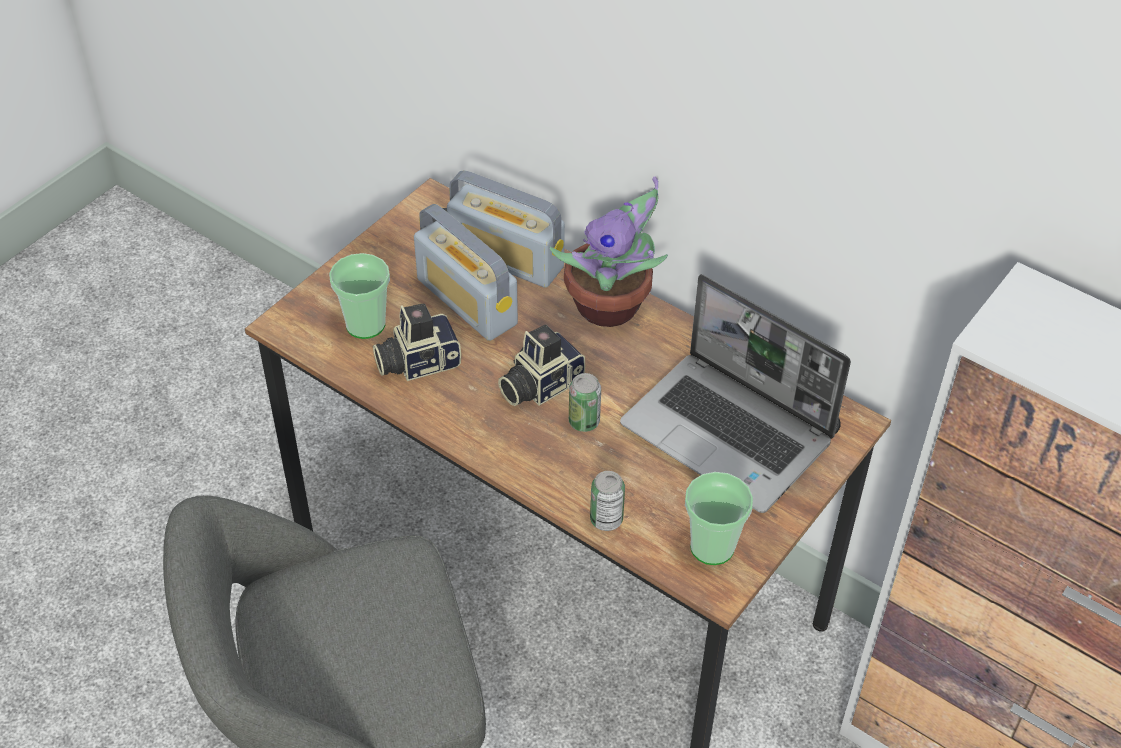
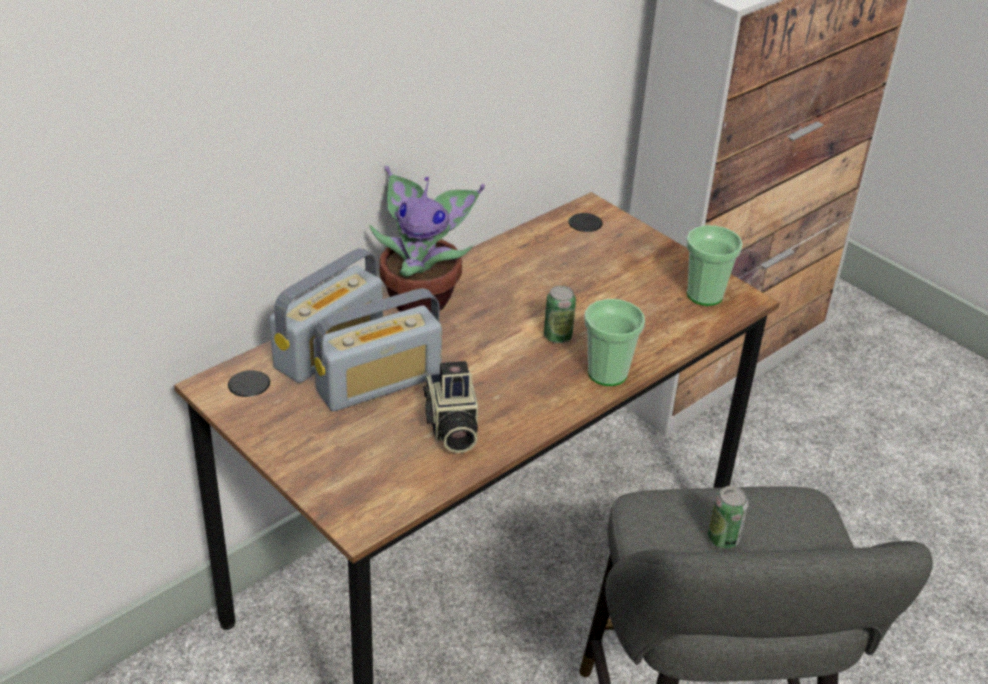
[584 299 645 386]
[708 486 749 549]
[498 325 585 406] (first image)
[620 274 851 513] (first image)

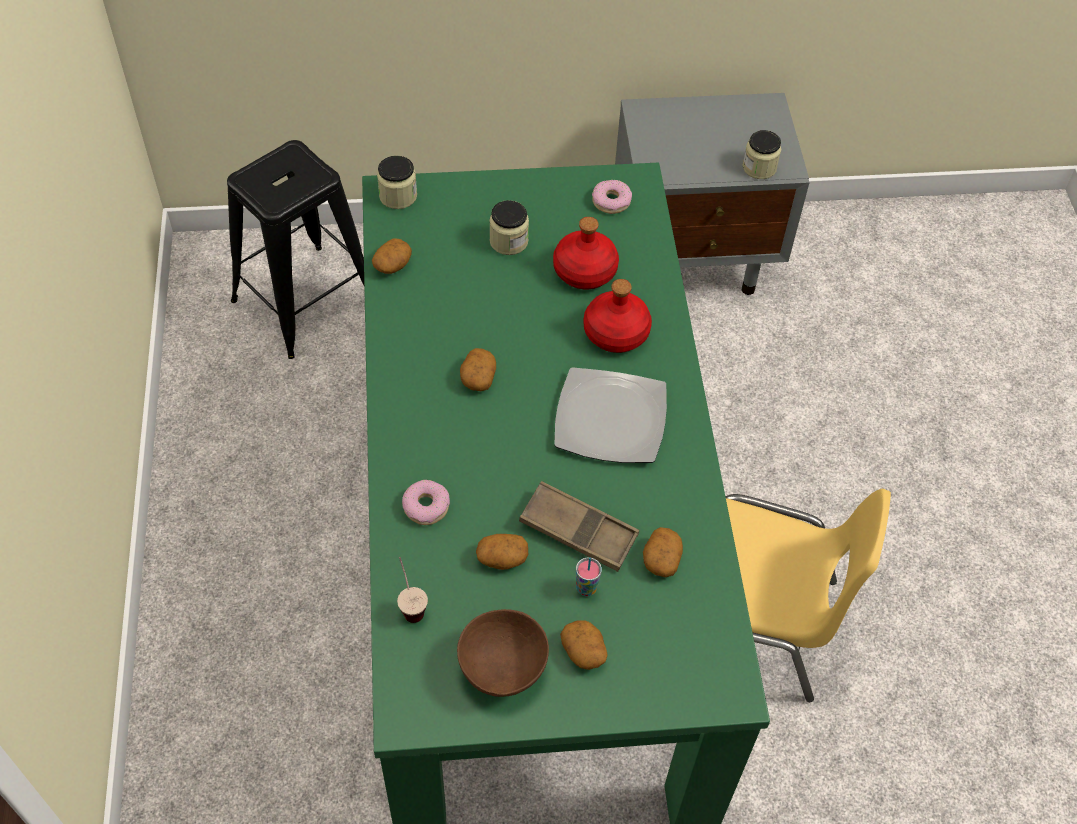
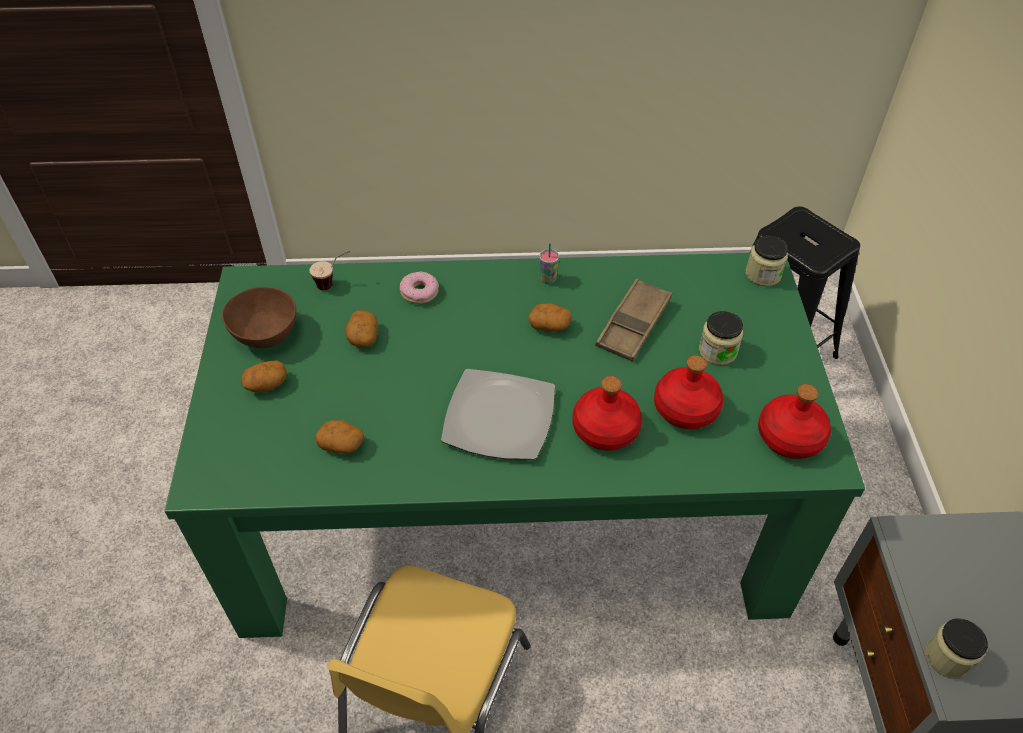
[539 243 559 284]
[595 278 672 361]
[758 384 831 459]
[372 238 412 274] (first image)

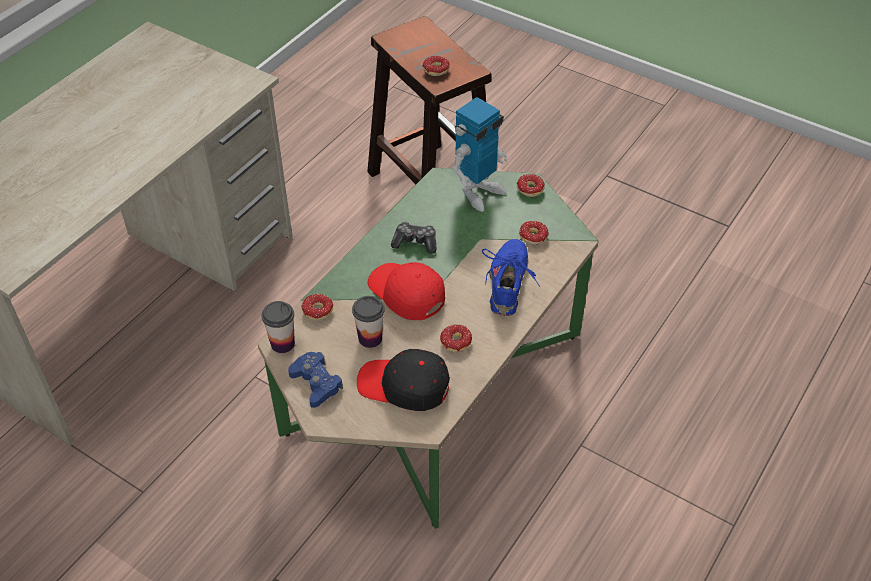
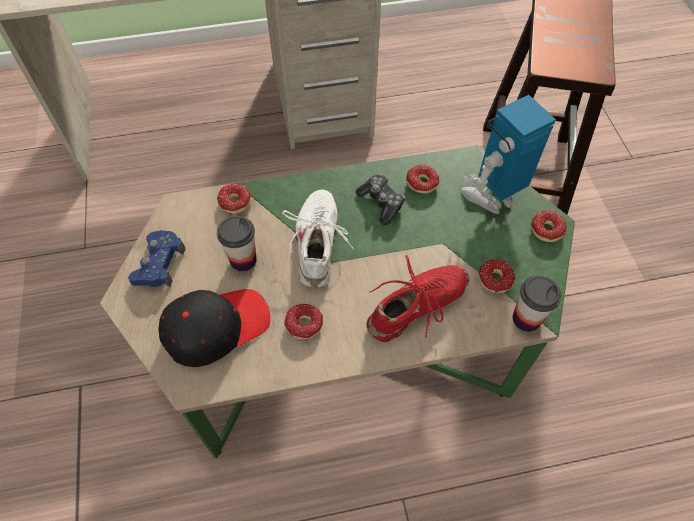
[158 289 270 367]
[282 189 354 288]
[366 255 470 342]
[406 165 440 194]
[460 95 556 214]
[513 276 561 332]

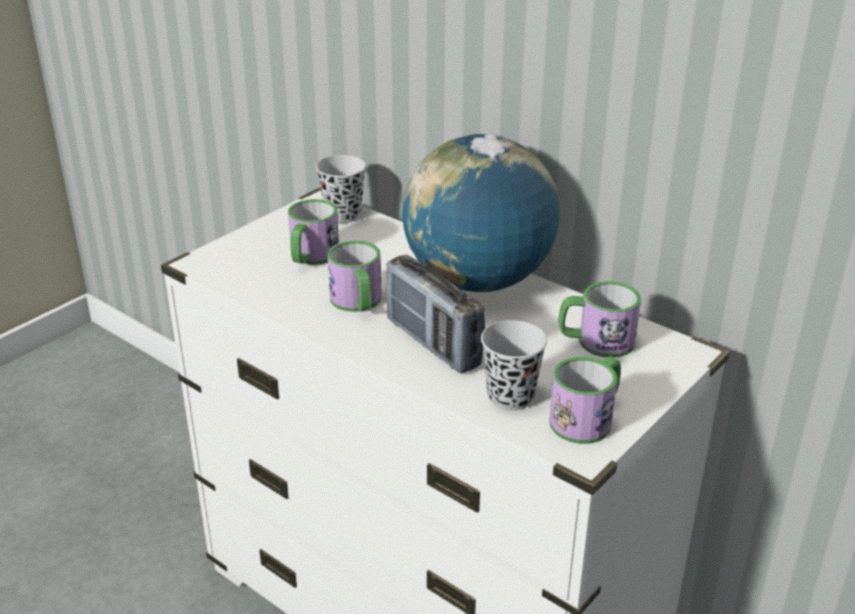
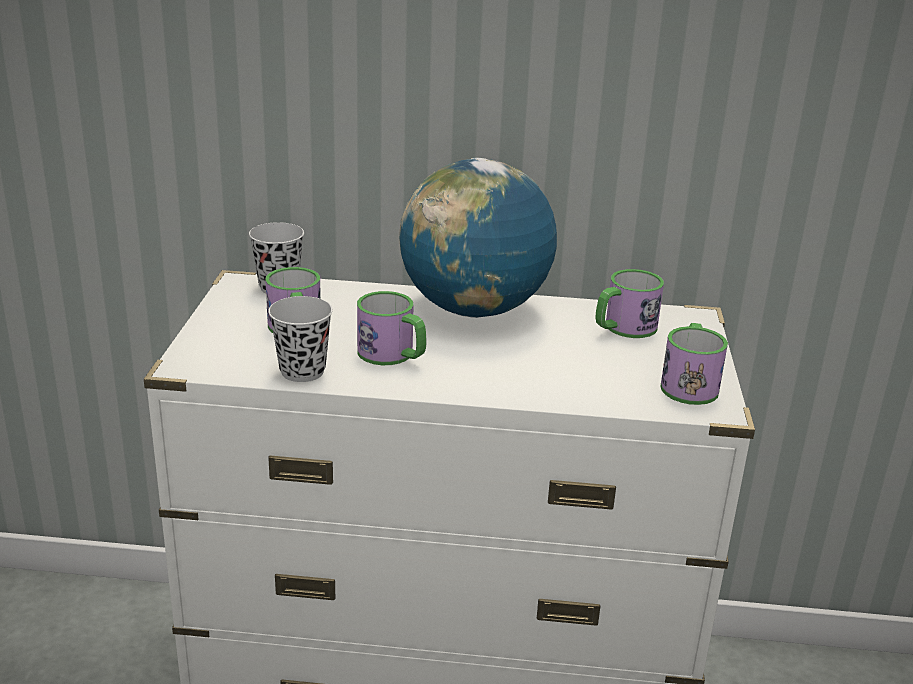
[268 296 333 382]
[386 255 485 373] (first image)

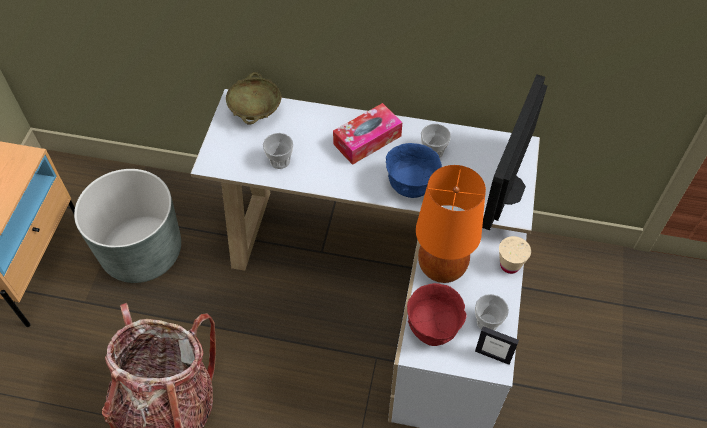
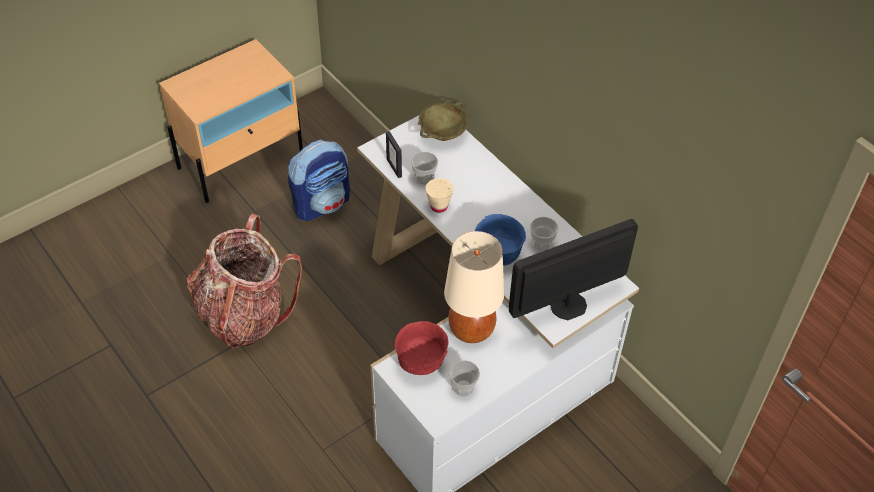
[288 140 350 221]
[386 131 402 178]
[425 178 453 213]
[444 231 504 343]
[333 103 402 165] (first image)

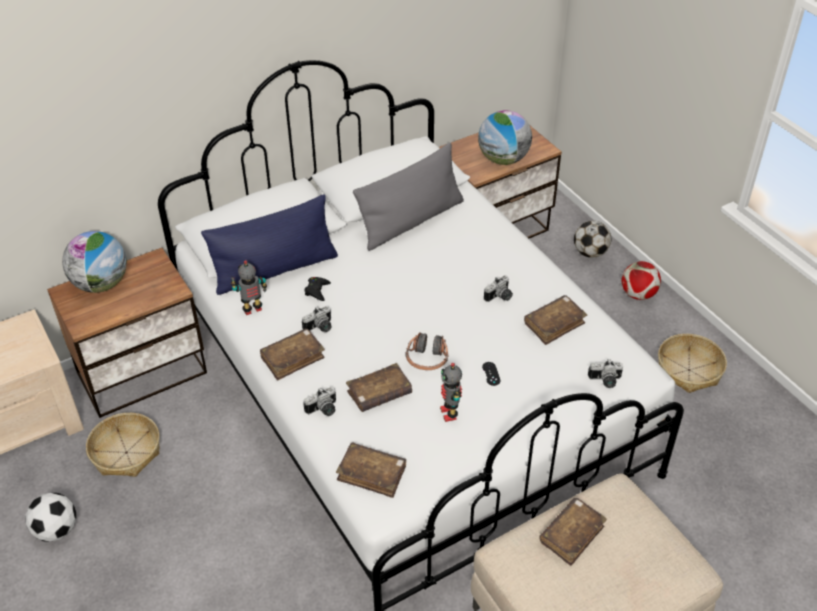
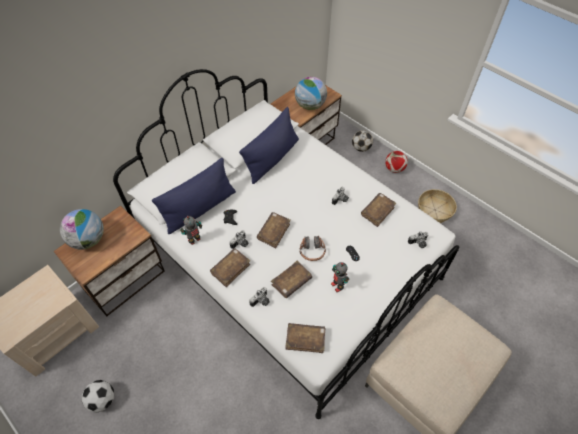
[239 107 299 184]
[257 212 291 248]
[86 413 160 477] (first image)

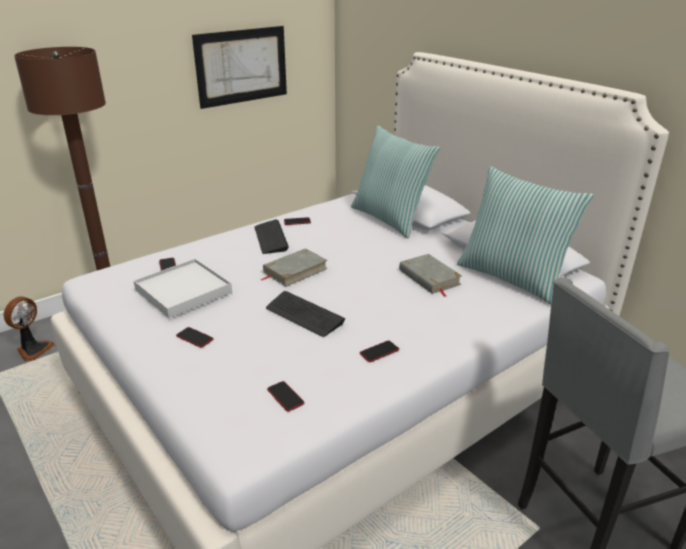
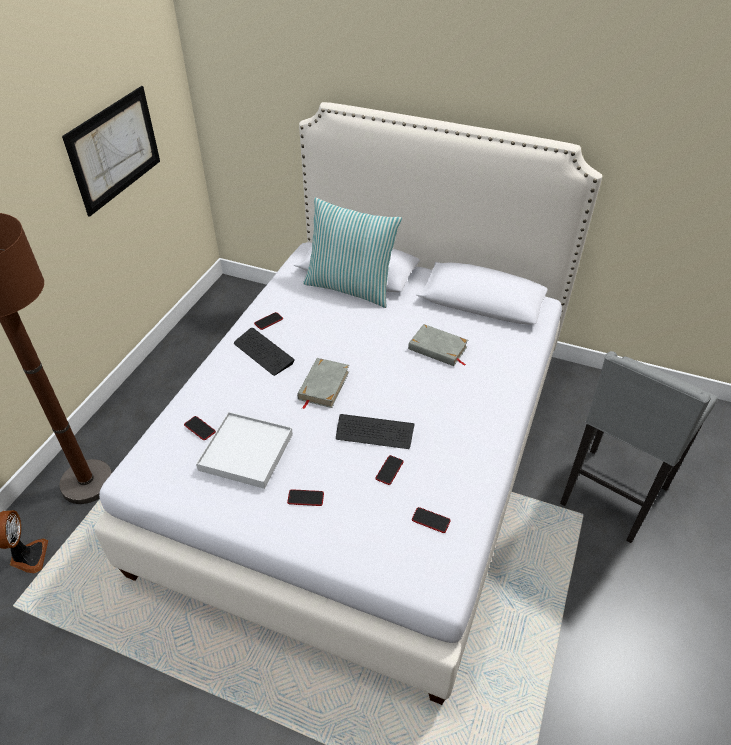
[375 455 404 485]
[457 166 594 304] (first image)

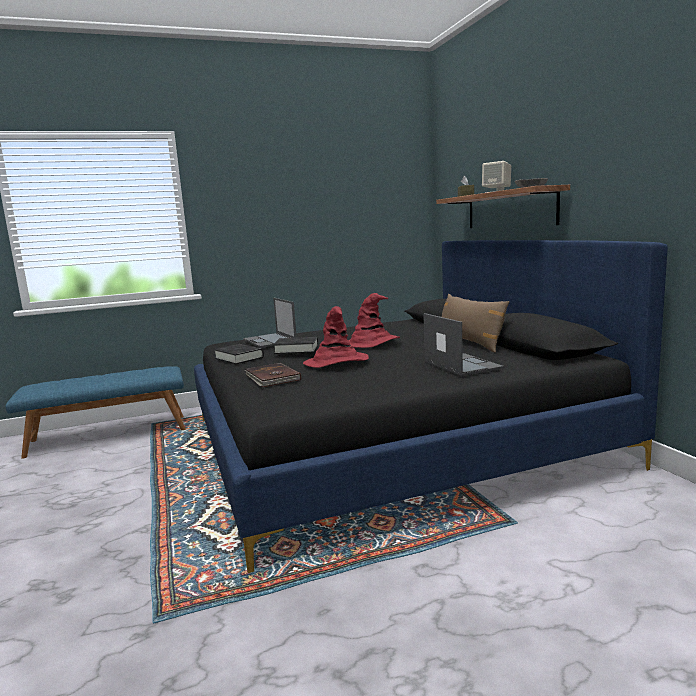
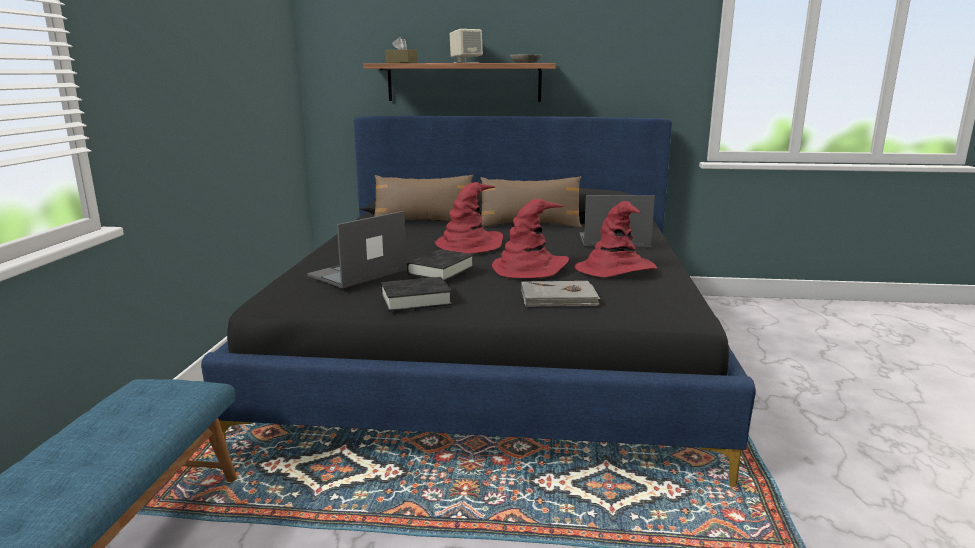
[307 211 407 288]
[374 175 473 221]
[521 281 600 307]
[574 201 657 277]

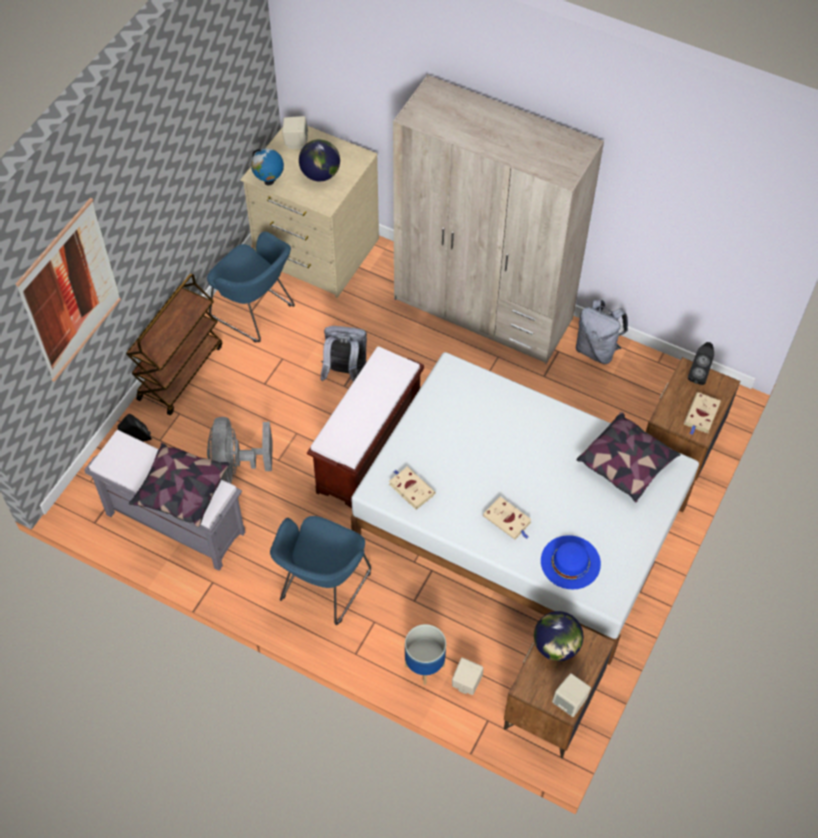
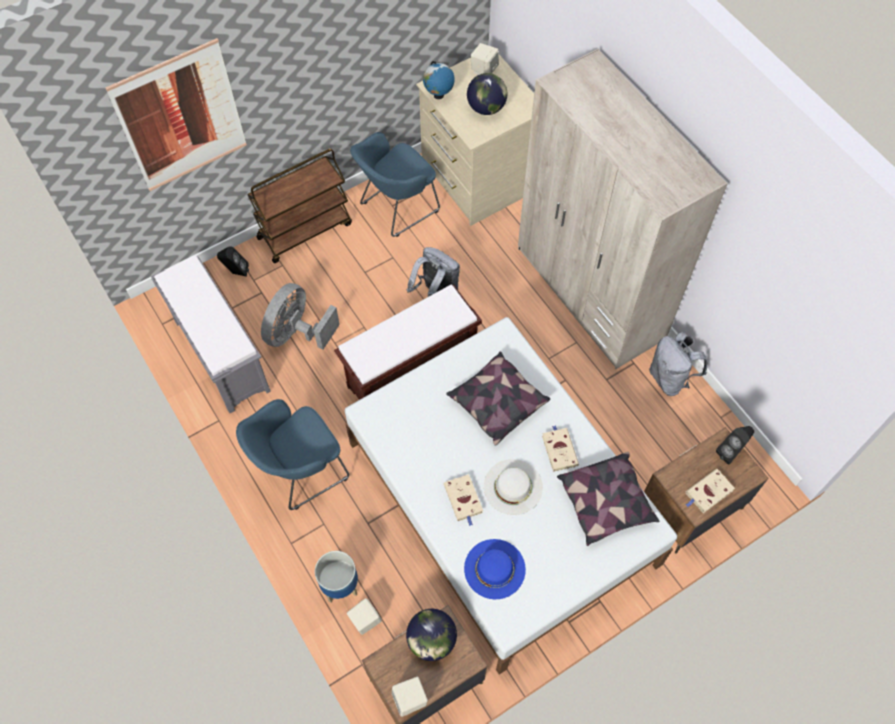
[350 132 440 237]
[446 351 550 445]
[484 459 543 515]
[542 425 579 472]

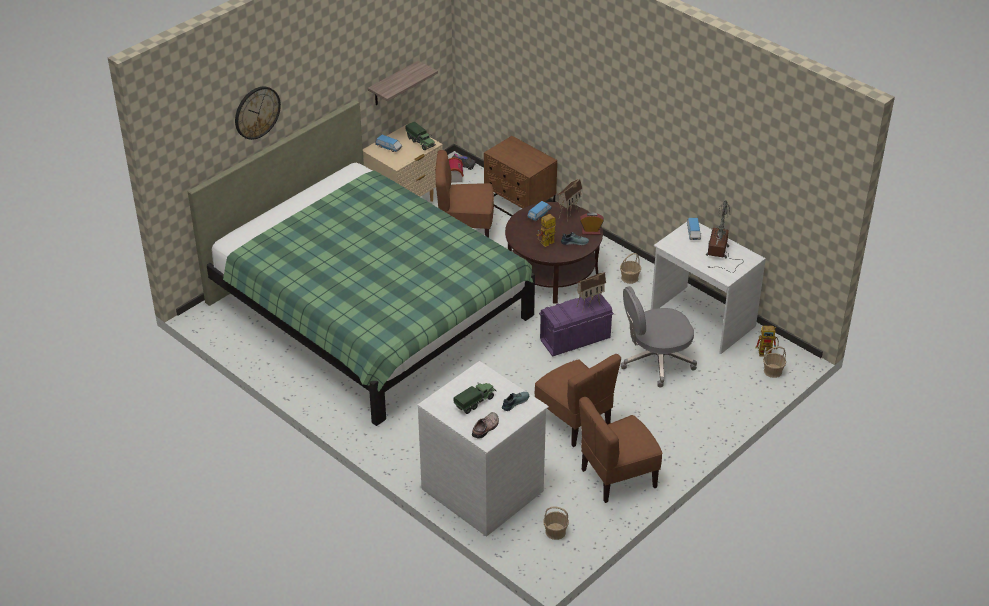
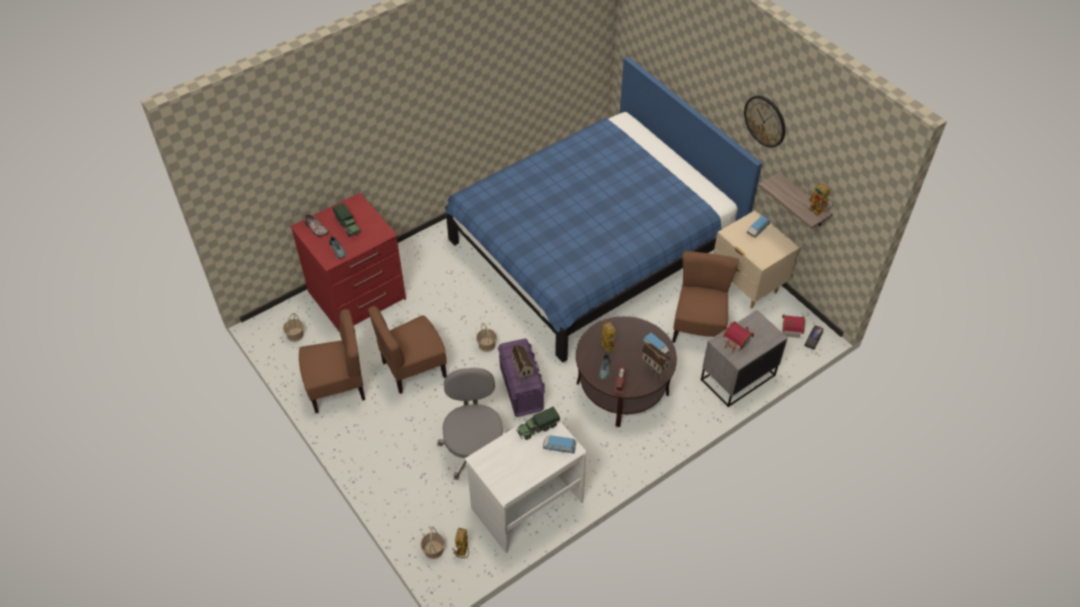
[290 193 406 332]
[299 309 365 413]
[445 56 762 363]
[476 323 497 352]
[516 407 560 440]
[701 310 788 407]
[723 321 754 353]
[744 96 785 148]
[809 182 833 216]
[706 200 744 273] (first image)

